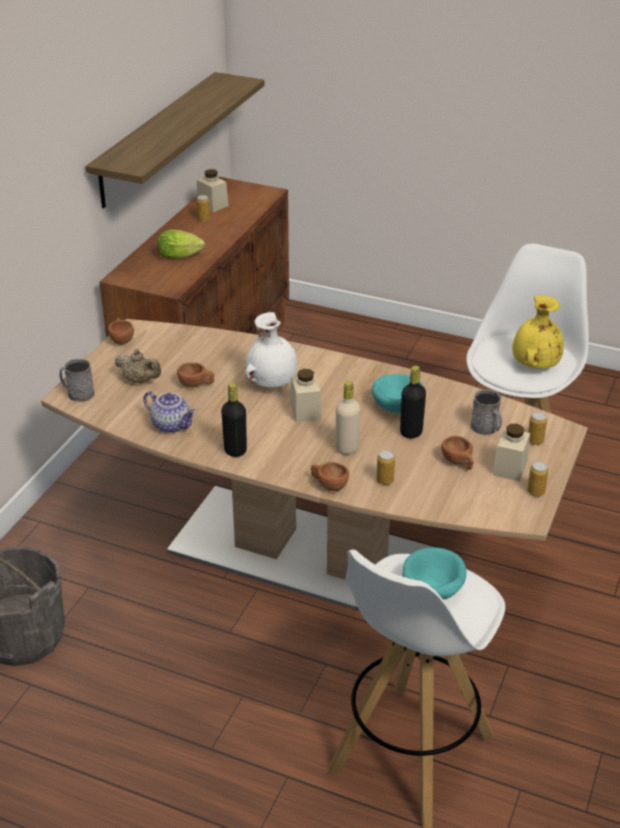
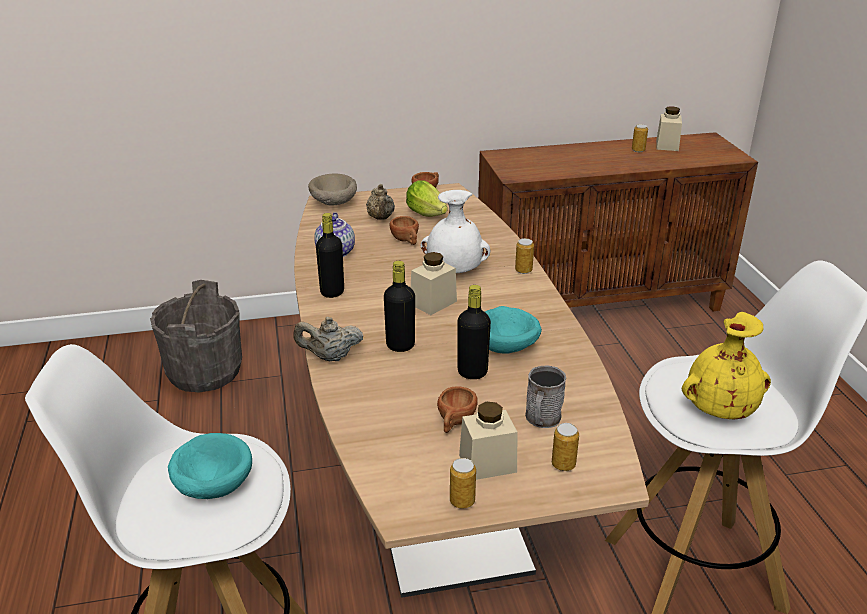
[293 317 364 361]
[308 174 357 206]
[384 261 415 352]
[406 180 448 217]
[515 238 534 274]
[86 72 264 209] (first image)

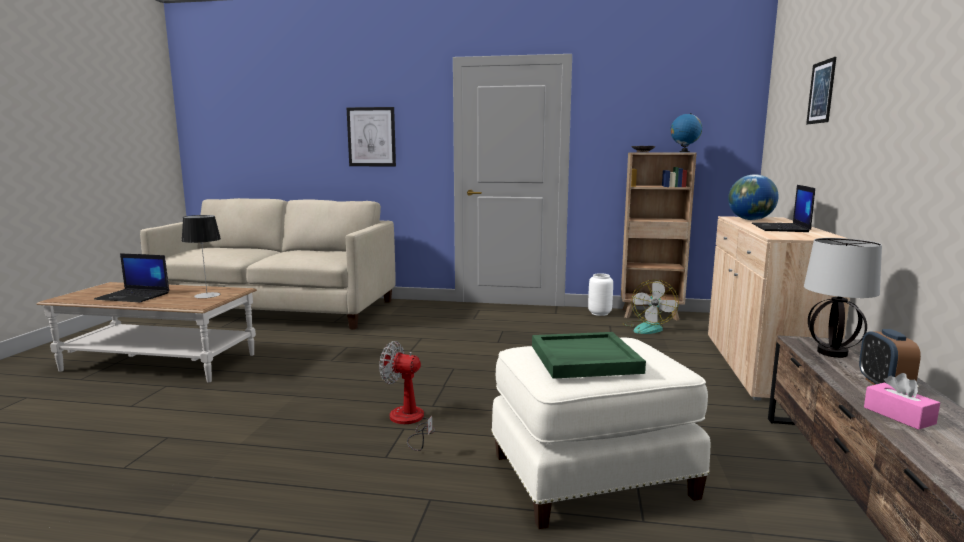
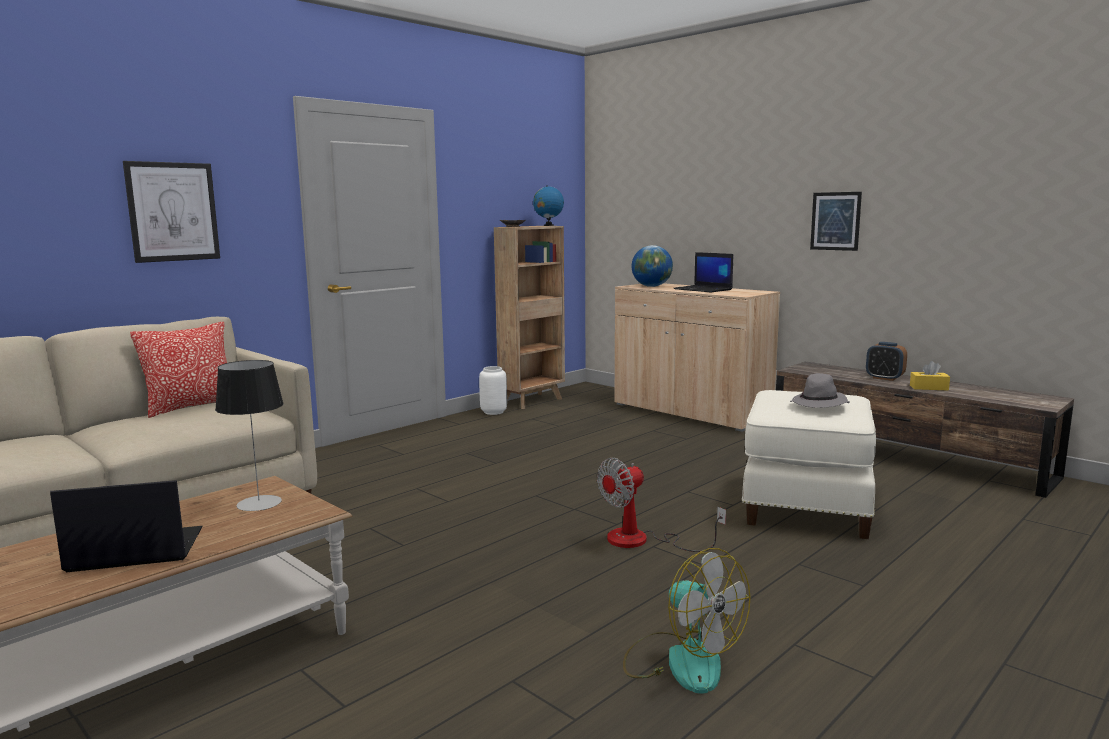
[50 480 203 572]
[130 322 227 418]
[623 548 751 694]
[790 373 849 408]
[810 192 862 251]
[910 361 950 391]
[804 238 882 358] (first image)

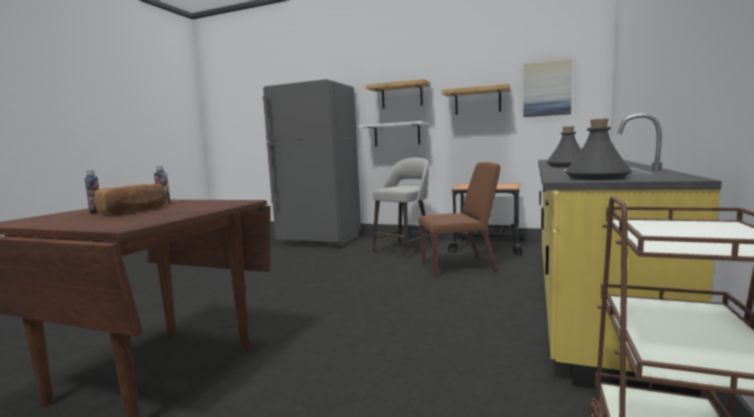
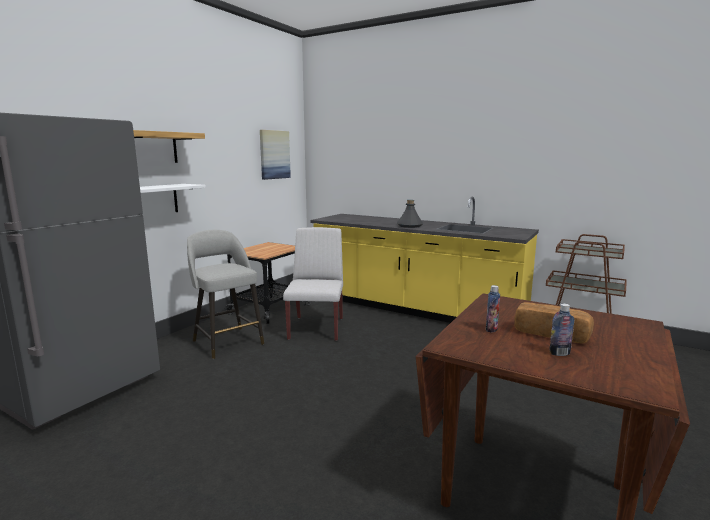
[283 227 343 341]
[442 84 510 115] (first image)
[565 119 632 180] (first image)

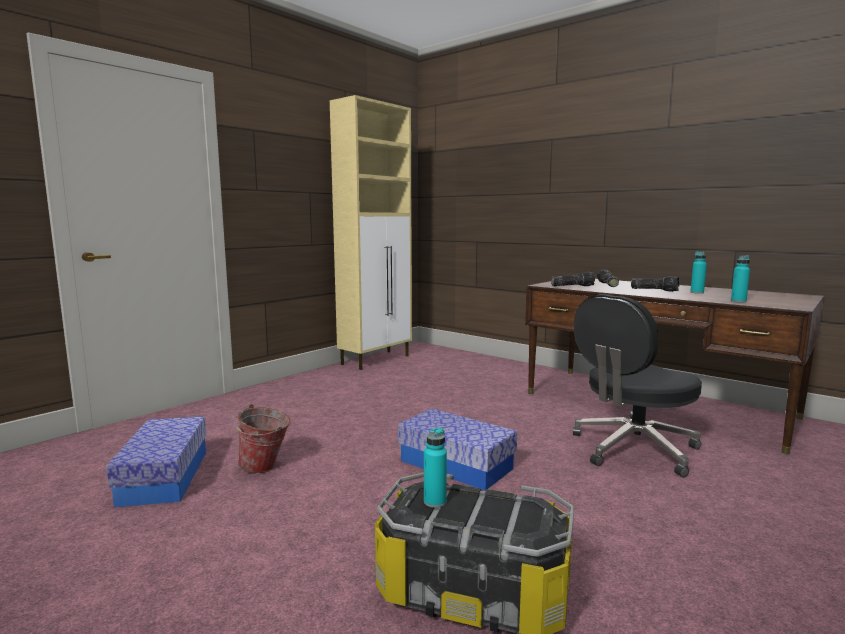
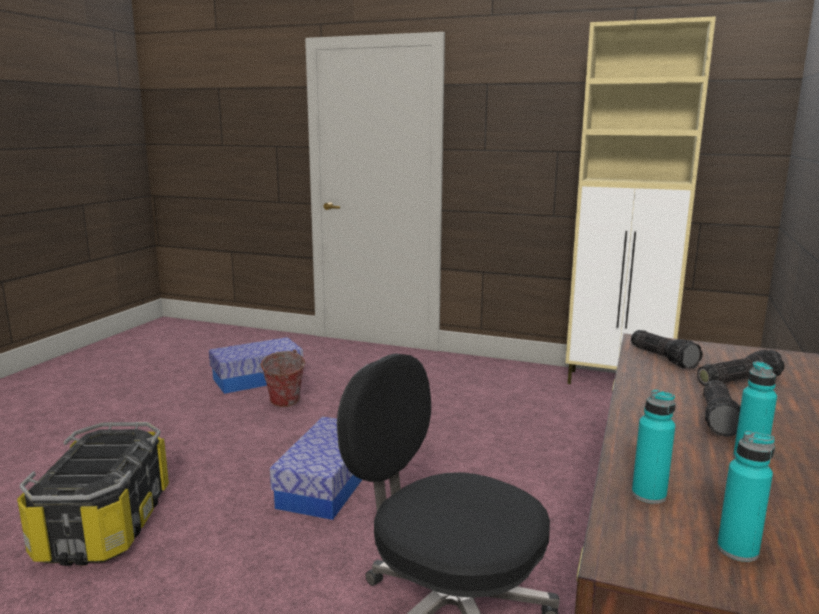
[717 431 775 562]

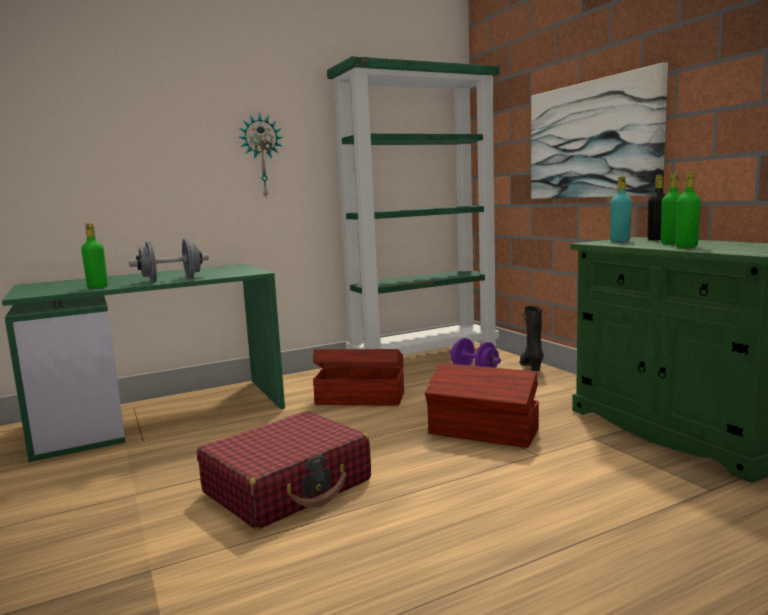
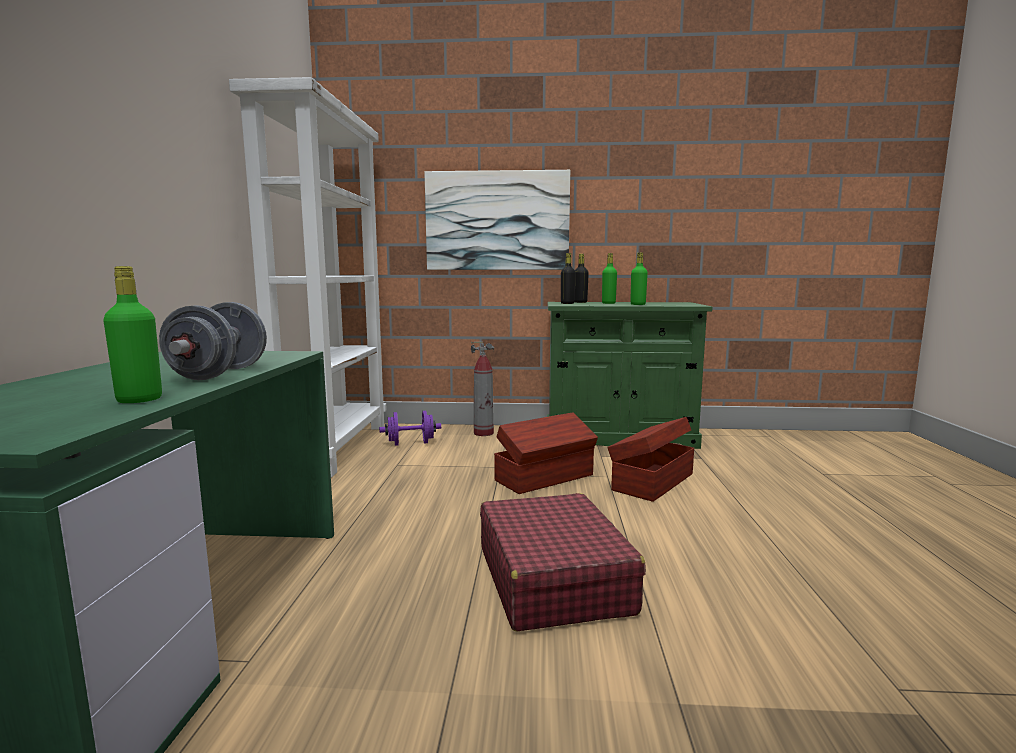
[229 77 387 477]
[471 342 494 436]
[561 253 576 304]
[607 417 694 502]
[238 113 284 197] (first image)
[520 305 544 371] (first image)

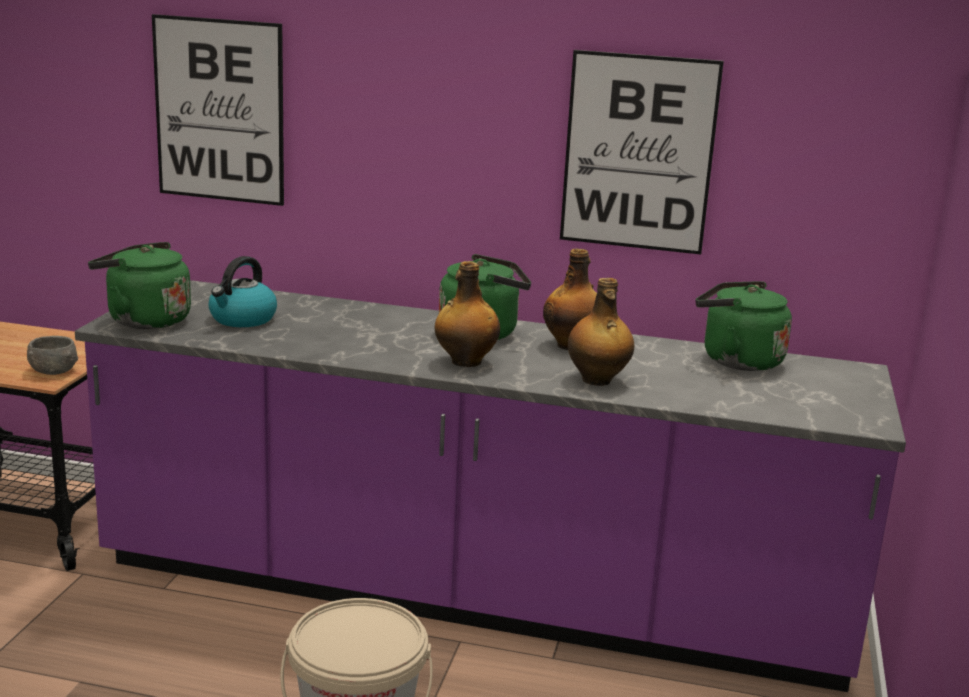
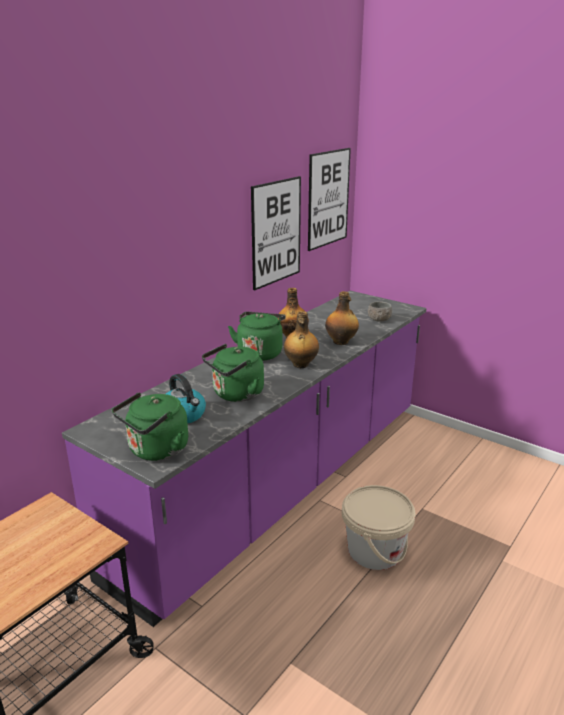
[202 344 264 402]
[308 148 351 251]
[368 301 392 322]

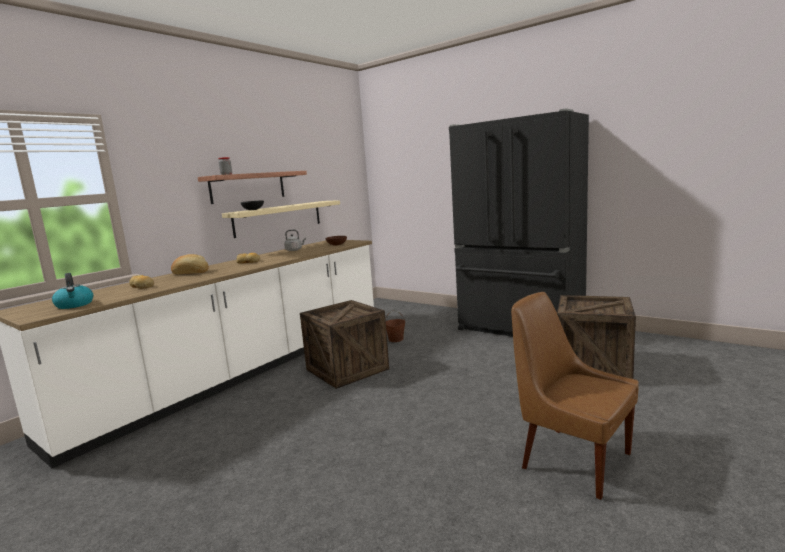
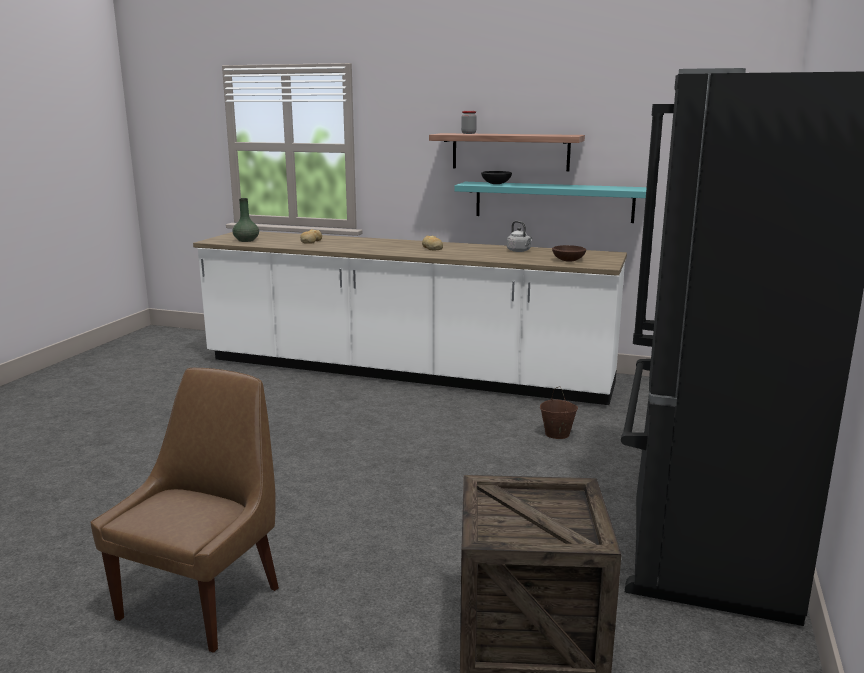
[232 198 259 242]
[455 182 647 223]
[171 254 209 274] (first image)
[300 300 389 389] (first image)

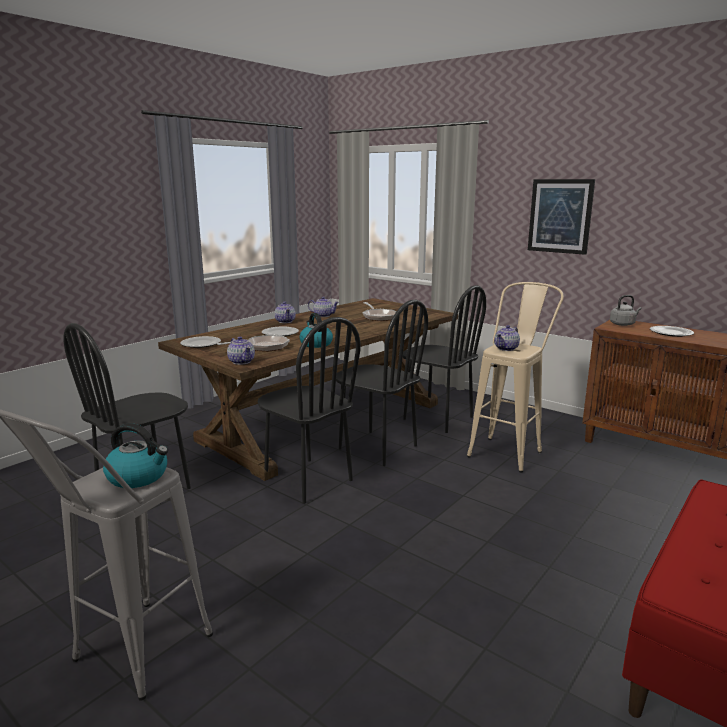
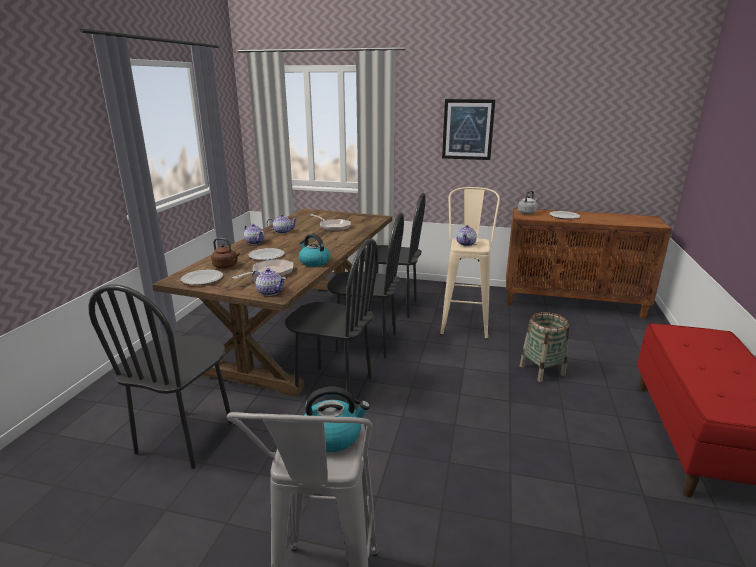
[211 238 240 268]
[520 312 569 382]

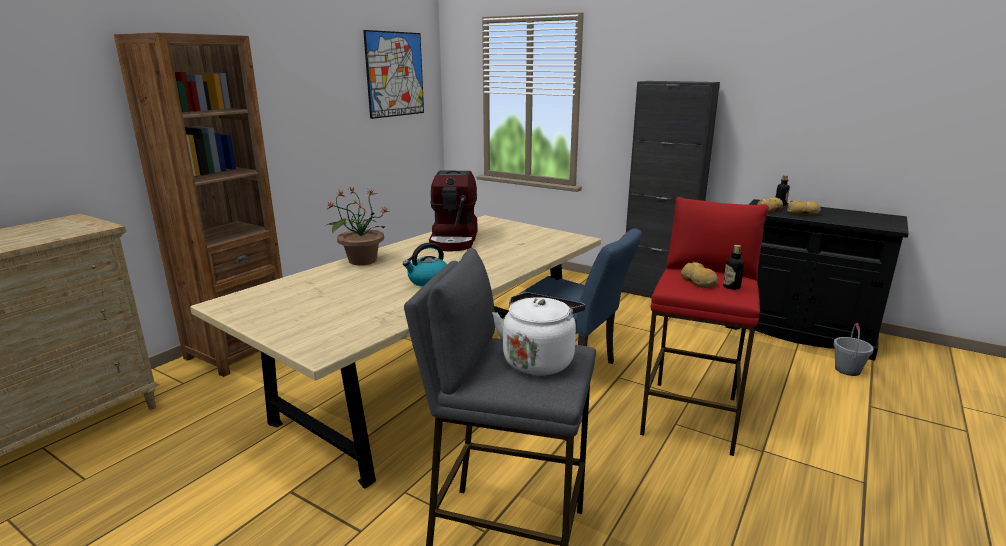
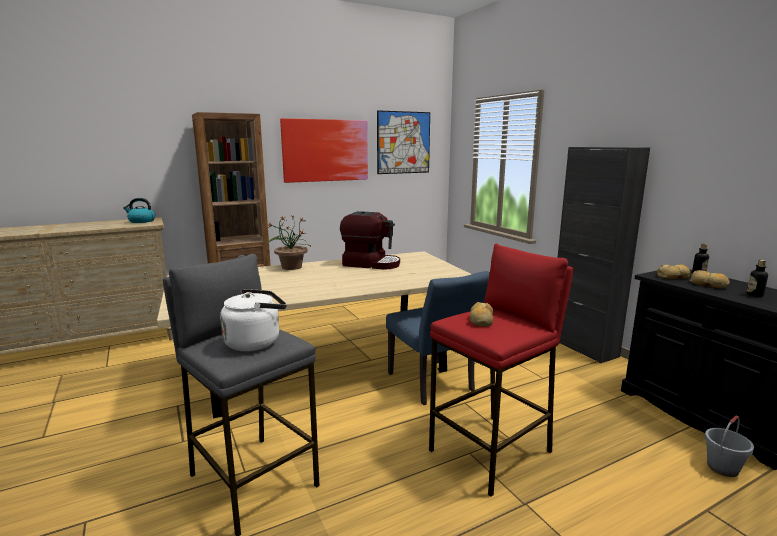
[123 198 155 223]
[280 118 368 183]
[340 211 400 270]
[747 260 768 297]

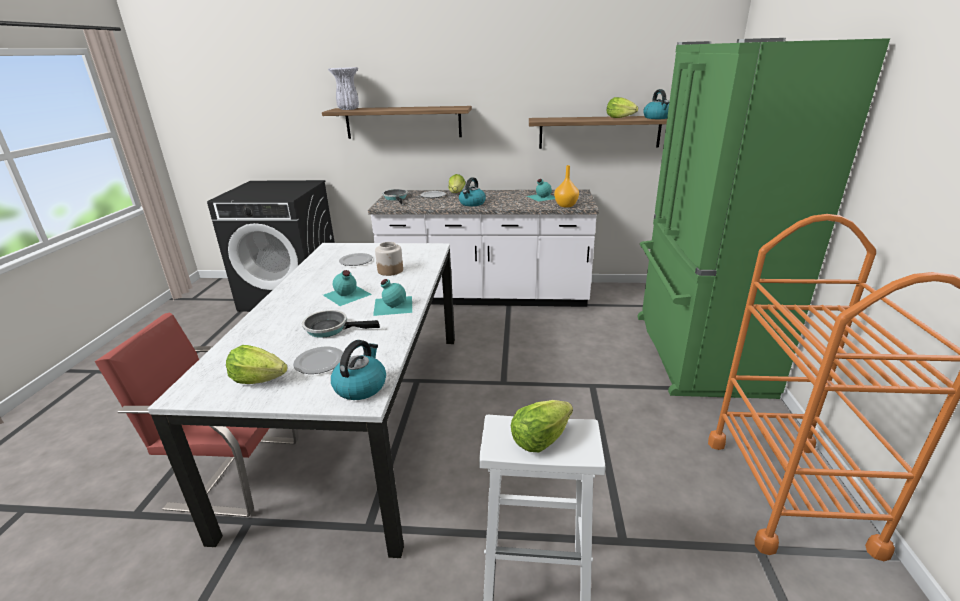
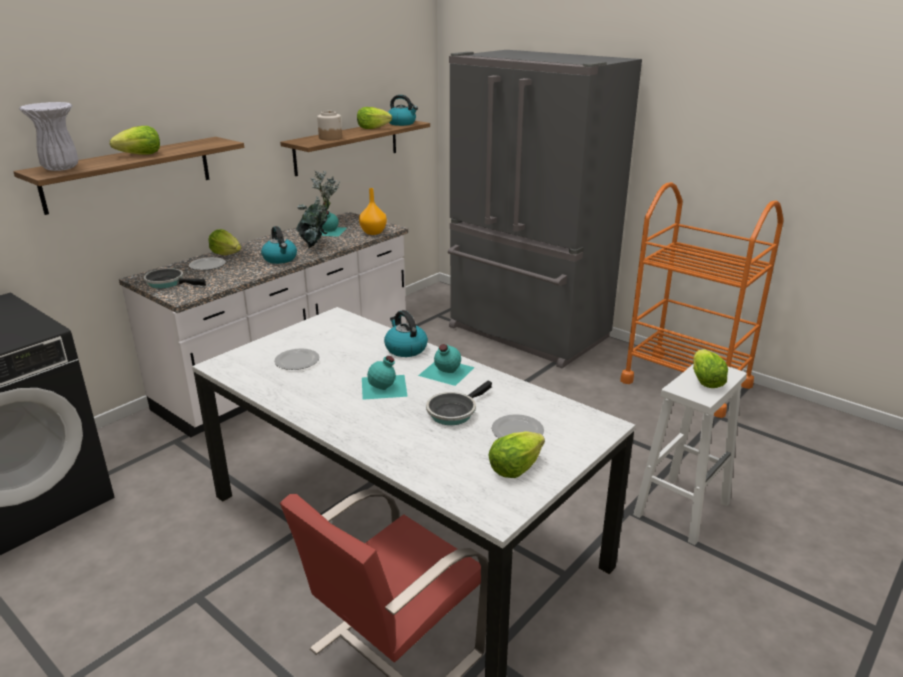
[110 126 160 155]
[296 171 340 248]
[317 111 342 140]
[384 310 428 357]
[448 50 642 368]

